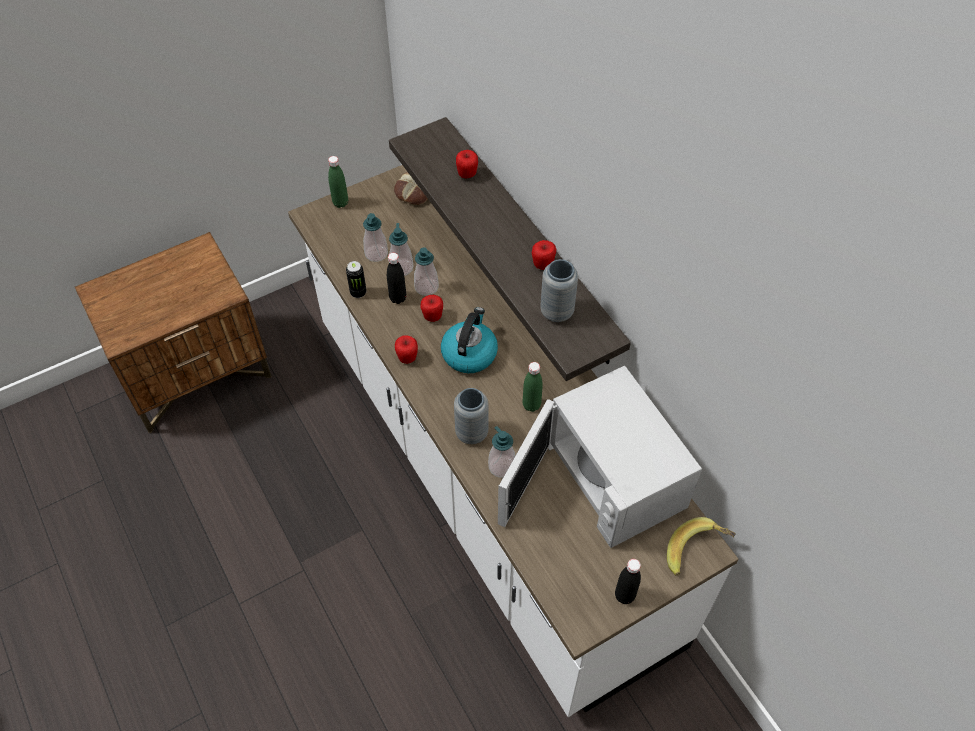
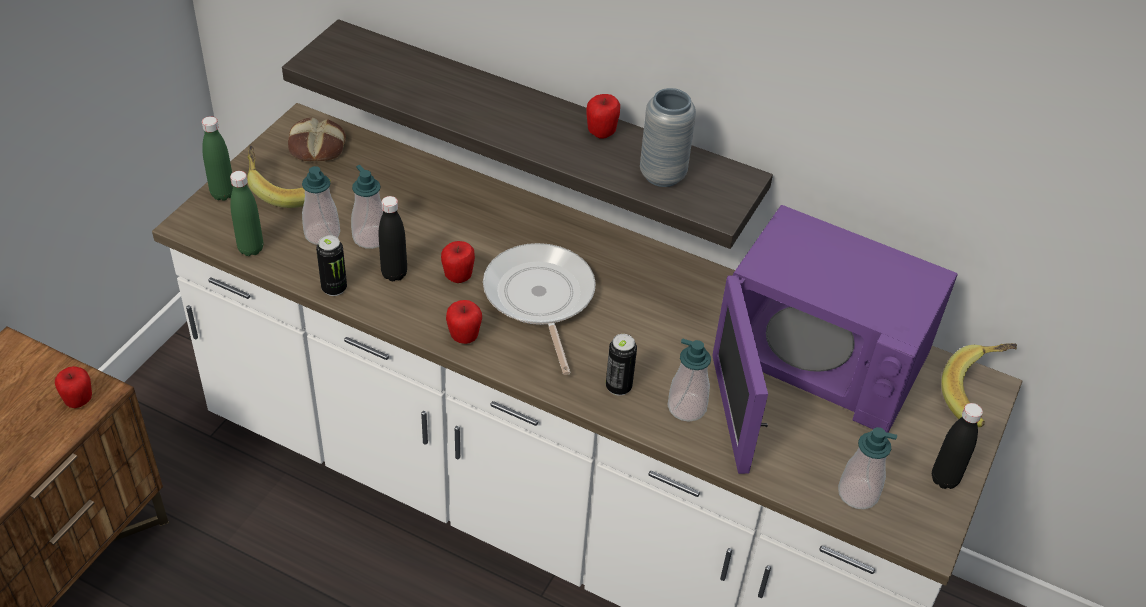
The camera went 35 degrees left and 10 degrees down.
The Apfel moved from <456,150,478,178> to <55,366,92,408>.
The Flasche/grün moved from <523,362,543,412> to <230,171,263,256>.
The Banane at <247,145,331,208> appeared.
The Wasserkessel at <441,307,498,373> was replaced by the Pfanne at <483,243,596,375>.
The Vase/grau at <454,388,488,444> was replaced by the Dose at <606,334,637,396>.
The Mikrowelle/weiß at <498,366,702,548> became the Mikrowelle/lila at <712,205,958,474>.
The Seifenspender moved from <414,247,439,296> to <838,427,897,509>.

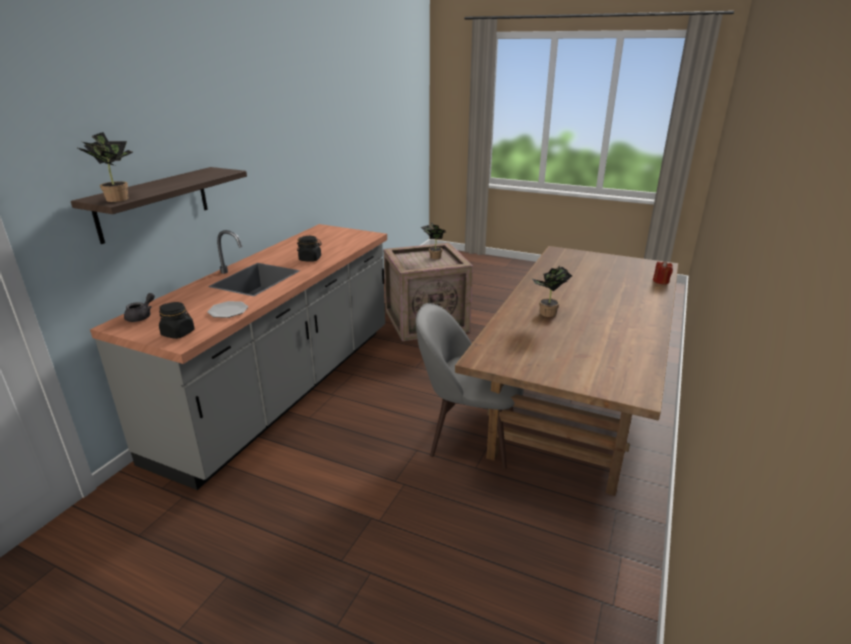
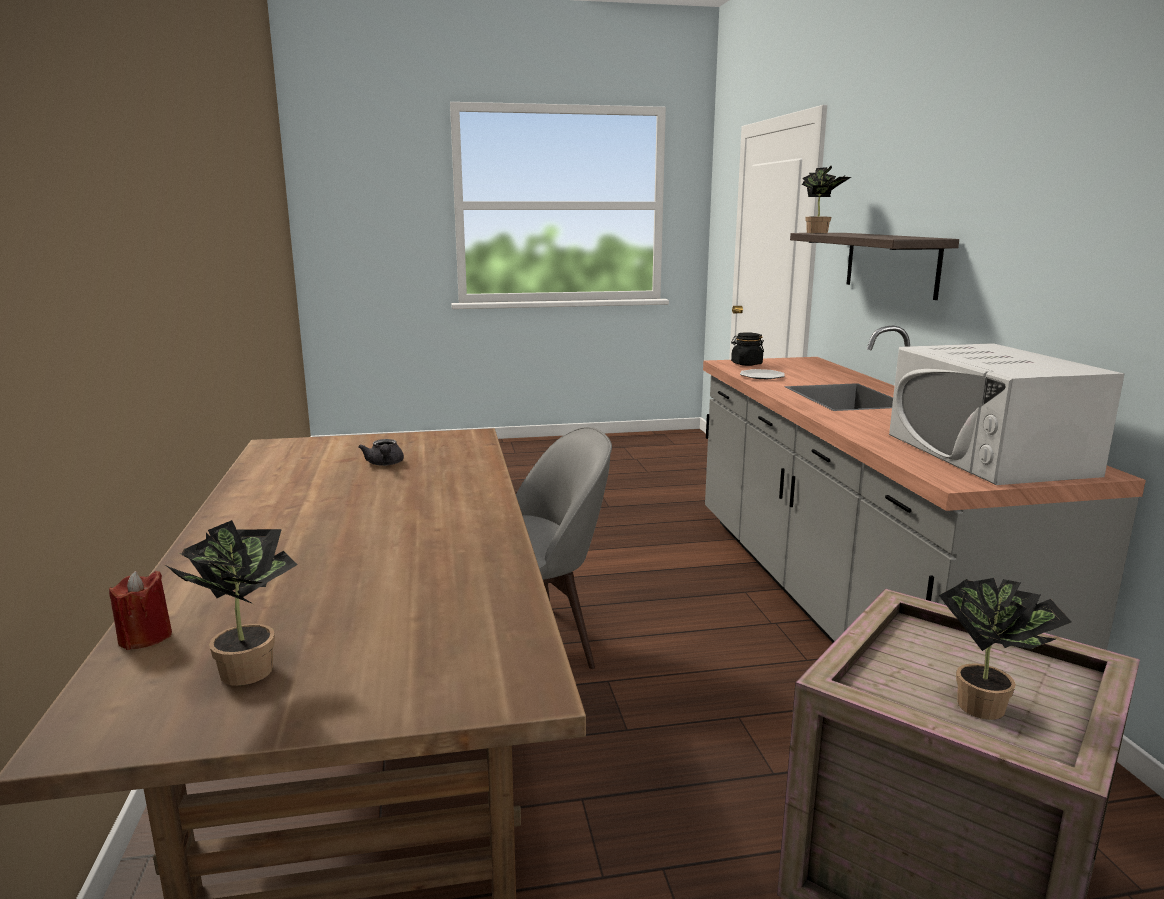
The camera went 145 degrees right and 10 degrees down.
The Topfpflanze moved from <532,266,572,317> to <165,520,298,686>.
The Teekanne/grau moved from <124,293,155,322> to <359,439,404,466>.
The Mikrowelle/weiß at <889,343,1124,485> appeared.
The Vorratsglas/schwarz at <297,236,322,262> disappeared.

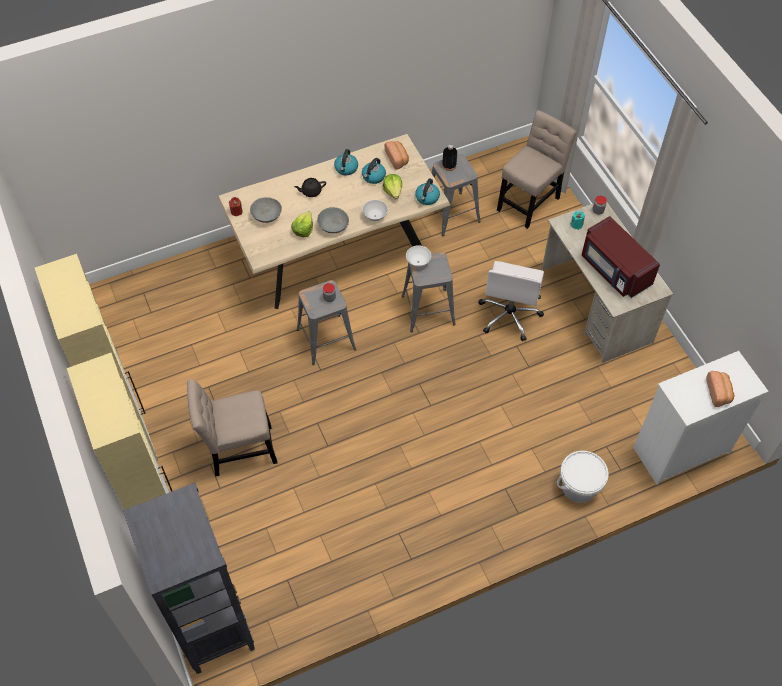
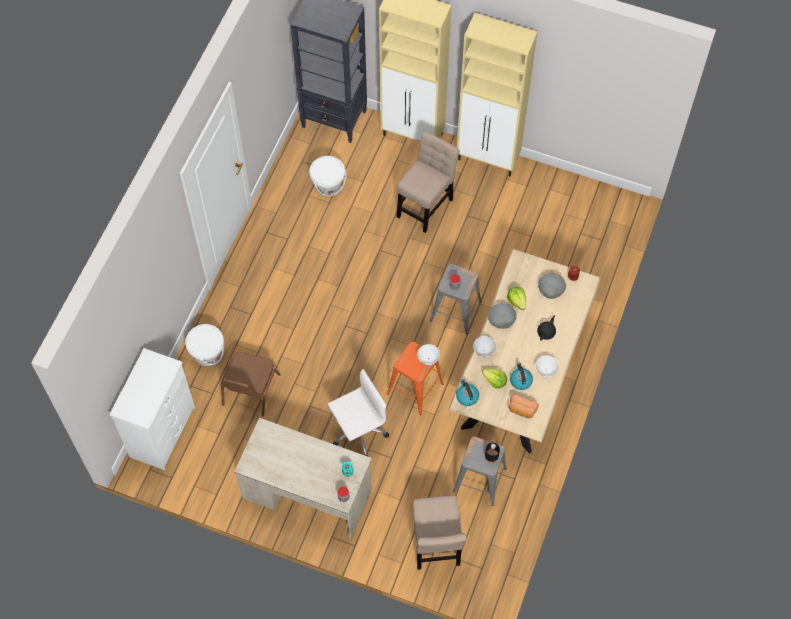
The camera went 135 degrees right and 5 degrees up.
The Stuhl/braun at <221,352,281,417> appeared.
The Eimer/weiß at <309,156,346,196> appeared.
The Bürostuhl/weiß at <478,261,544,341> turned 90 degrees clockwise.
The Hocker/grau at <402,252,456,332> became the Hocker/orange at <387,342,444,415>.
The Wasserkessel at <334,149,358,175> was replaced by the Schüssel/weiß at <536,356,559,377>.
The Mikrowelle/rot at <582,216,660,298> disappeared.
The Brot at <706,371,734,407> disappeared.

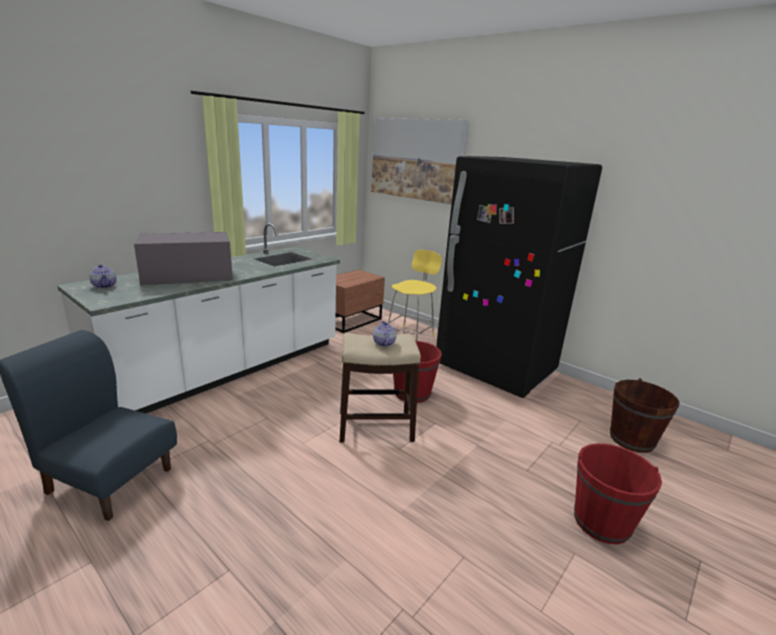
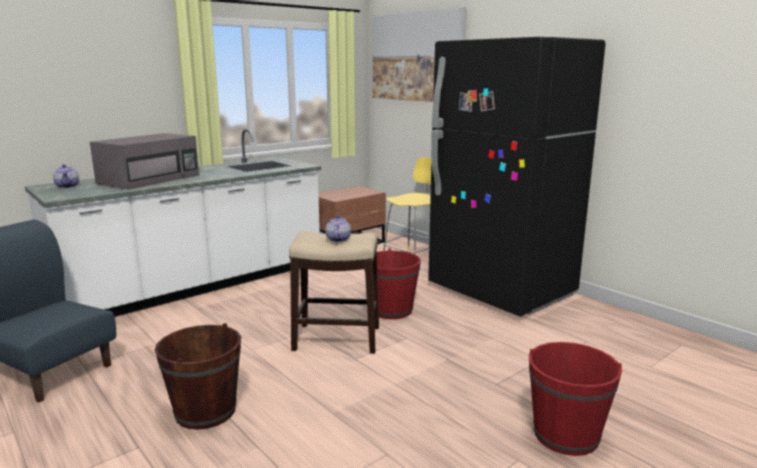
The camera went 10 degrees right and 5 degrees down.
The Mikrowelle/grau at <134,232,233,285> turned 135 degrees clockwise.
The Eimer/braun moved from <610,378,680,453> to <154,323,241,430>.

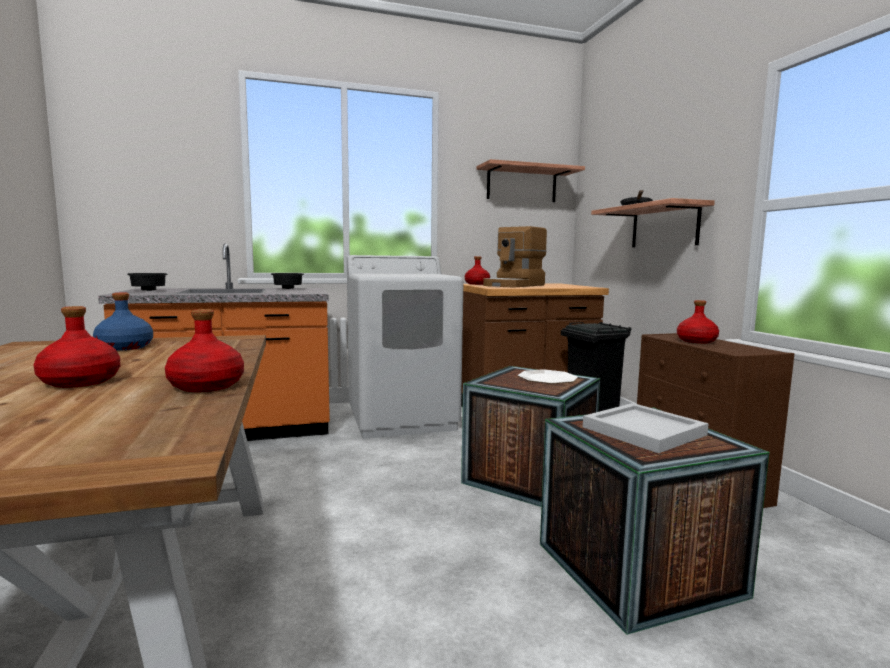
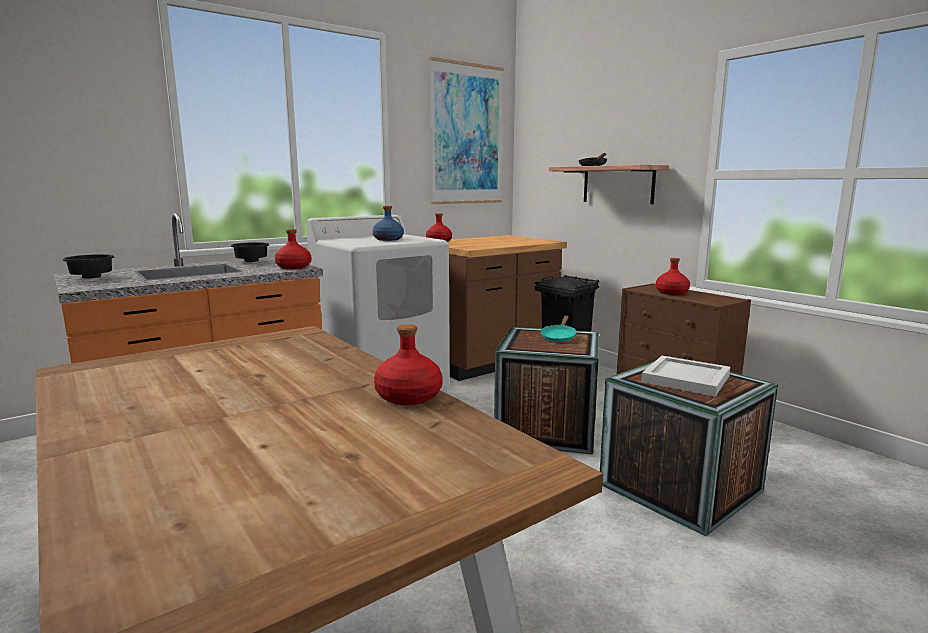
The camera went 20 degrees left and 5 degrees up.
The Flasche/rot moved from <33,306,120,388> to <275,229,311,269>.
The Flasche/blau moved from <93,293,153,351> to <373,206,404,241>.
The Wandregal at <477,159,585,202> was replaced by the Bild at <429,57,504,204>.
The Teller at <518,369,578,384> was replaced by the Pfanne/türkis at <541,316,577,342>.
The Kaffeemaschine at <483,226,547,287> disappeared.

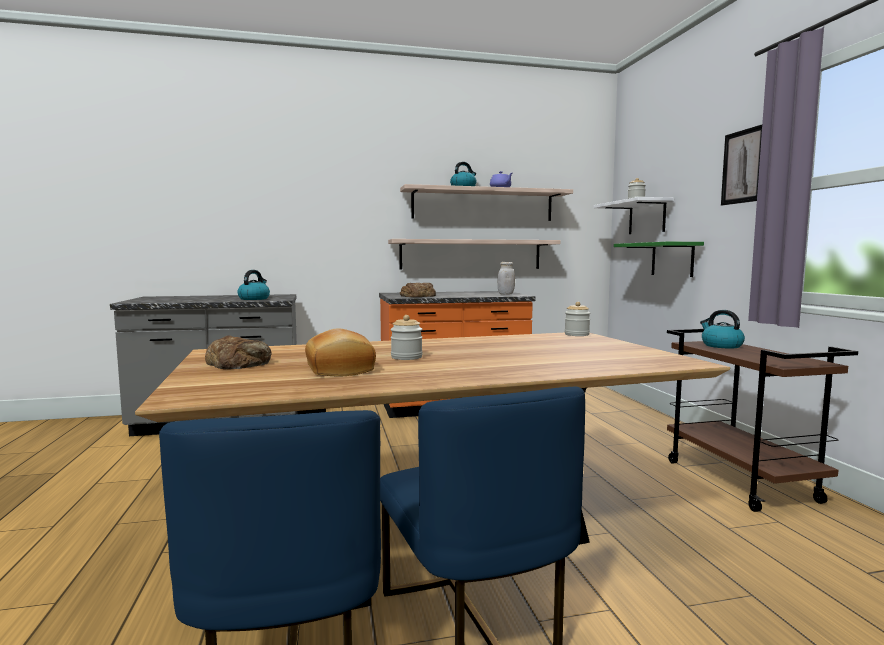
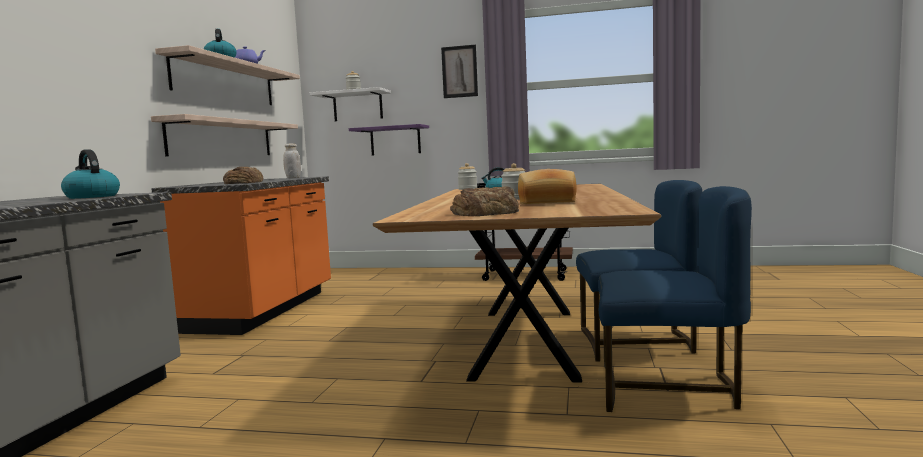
The camera went 65 degrees left and 0 degrees up.
The Wandregal/grün at <614,242,704,277> became the Wandregal/lila at <349,124,429,155>.

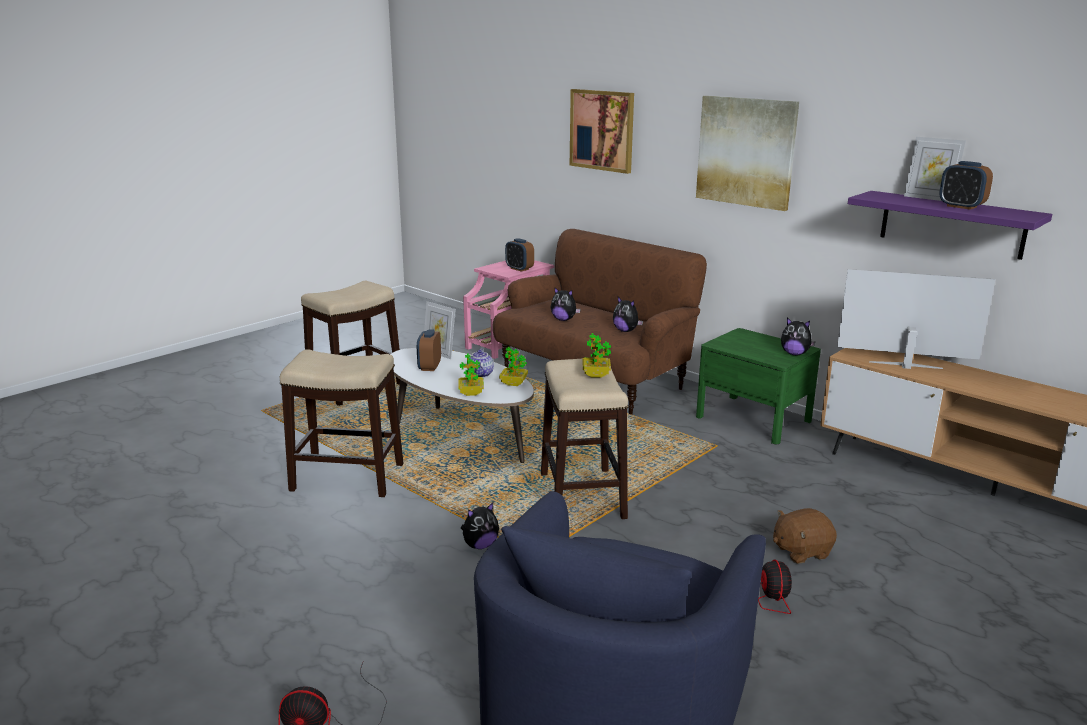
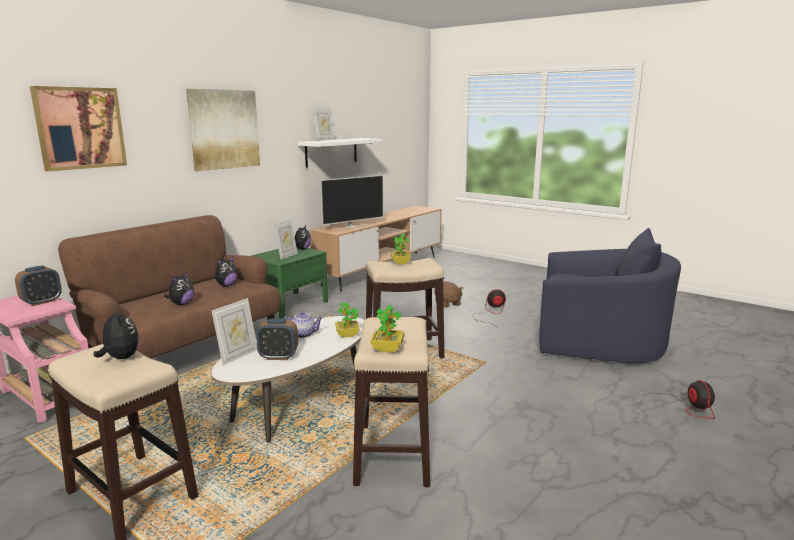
The camera went 95 degrees left and 5 degrees down.
The Plüschtier moved from <461,503,499,549> to <94,307,139,359>.
The Bilderrahmen at <274,220,298,260> appeared.
The Wandregal/lila at <848,191,1052,260> became the Wandregal/weiß at <298,138,382,168>.
The Fernseher at <837,269,996,369> turned 135 degrees counterclockwise.
The Topfpflanze moved from <499,347,528,386> to <371,305,404,353>.
The Wecker at <939,161,993,210> disappeared.

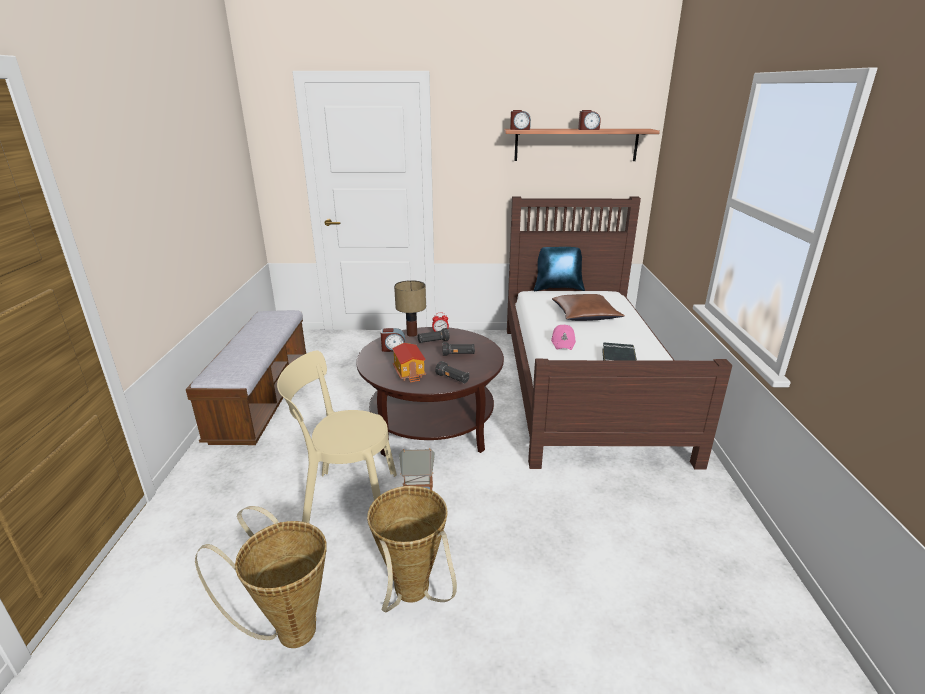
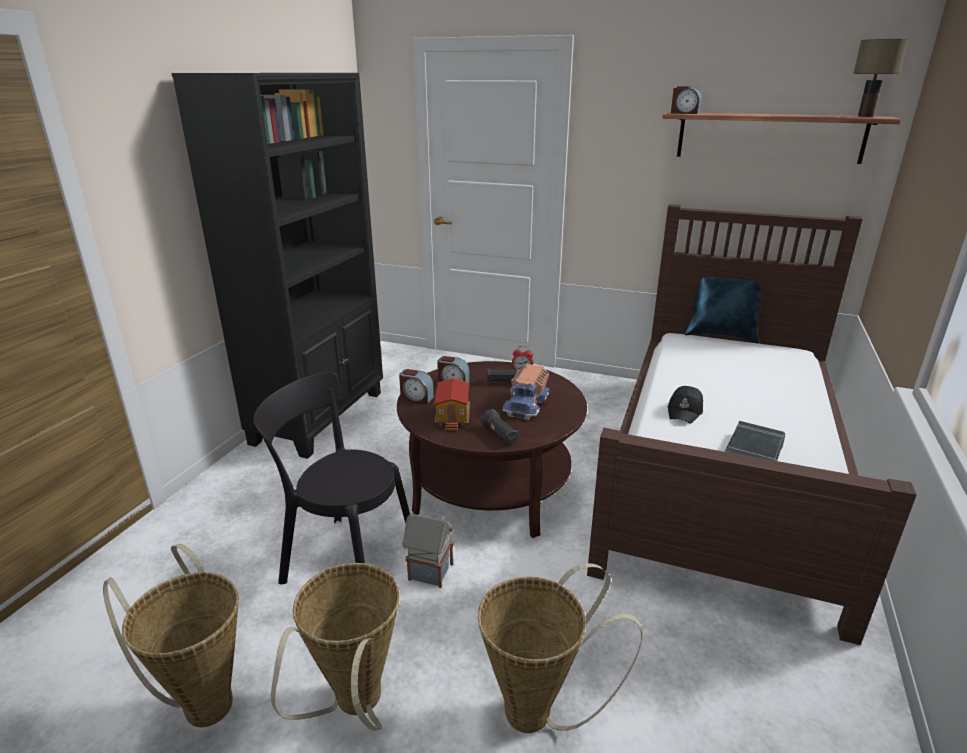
The camera went 20 degrees right and 0 degrees up.
The Bank at <186,310,307,445> was replaced by the Bücherregal/schwarz at <172,73,383,459>.
The Stuhl/beige at <277,351,397,523> became the Stuhl/schwarz at <253,371,410,584>.
The Wecker moved from <578,110,601,130> to <399,369,434,404>.
The Korb at <478,563,643,733> appeared.
The Taschenlampe/schwarz at <443,342,475,356> was replaced by the Spielzeuglaster at <502,364,550,420>.
The Kappe/rosa at <551,324,576,350> became the Kappe/schwarz at <668,386,703,424>.
The Tischlampe moved from <394,280,426,337> to <853,39,908,117>.
The Kissen/braun at <552,294,625,321> disappeared.

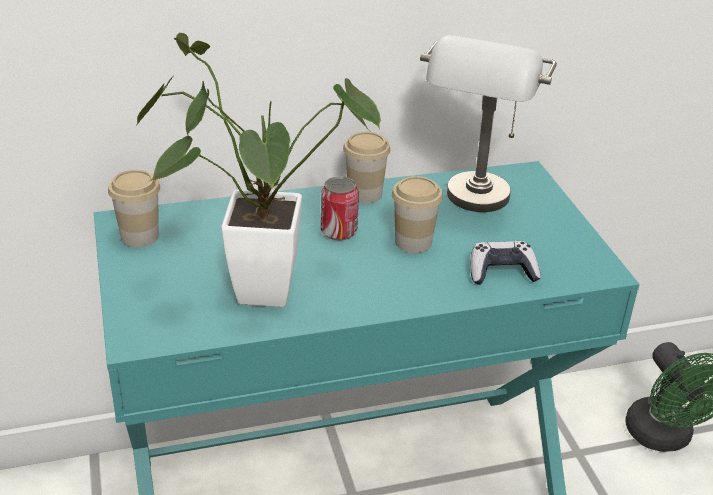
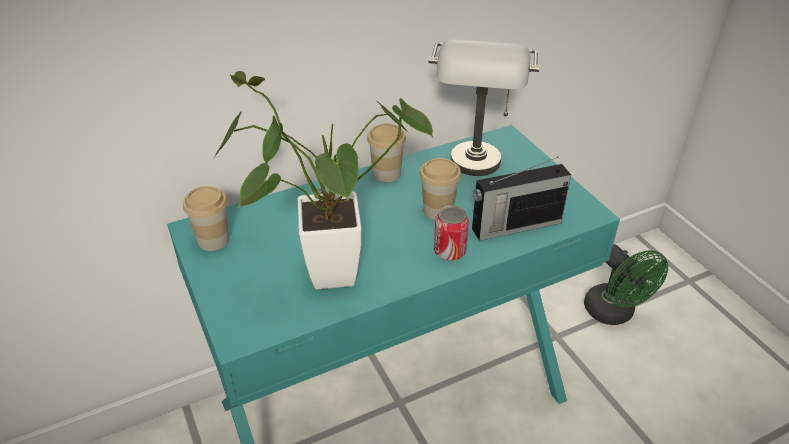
The camera went 10 degrees left and 5 degrees up.
The Dose moved from <321,176,359,240> to <434,205,469,261>.
The Gamepad at <471,241,541,285> was replaced by the Radio at <472,157,571,241>.

